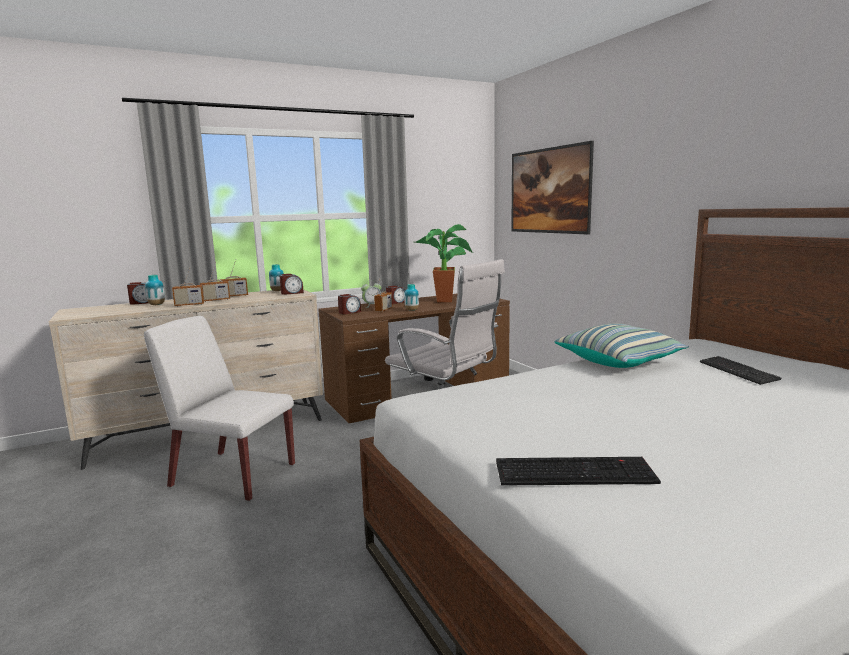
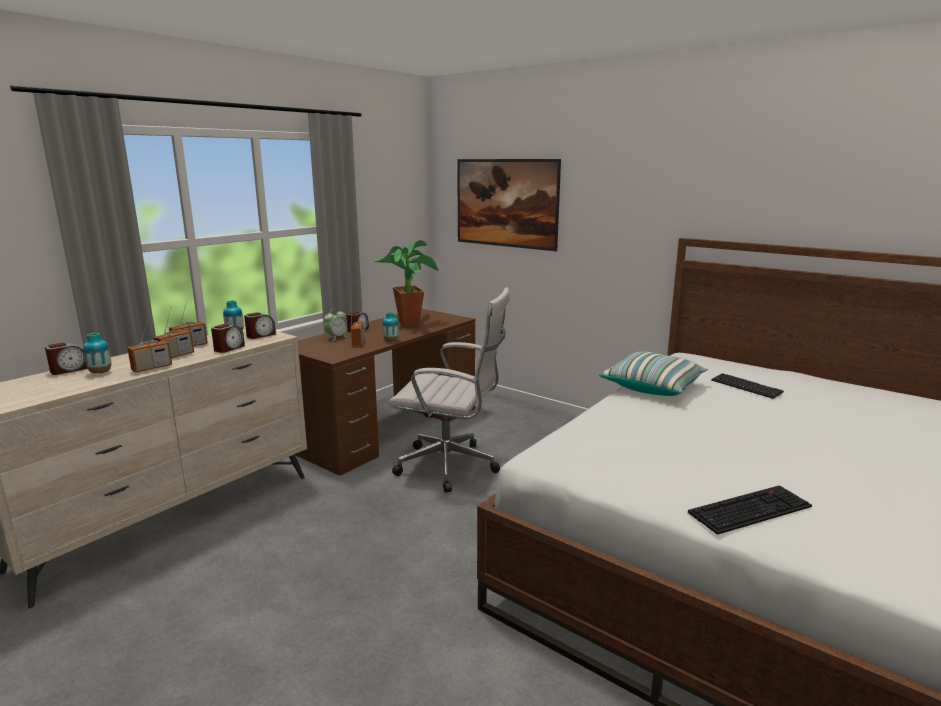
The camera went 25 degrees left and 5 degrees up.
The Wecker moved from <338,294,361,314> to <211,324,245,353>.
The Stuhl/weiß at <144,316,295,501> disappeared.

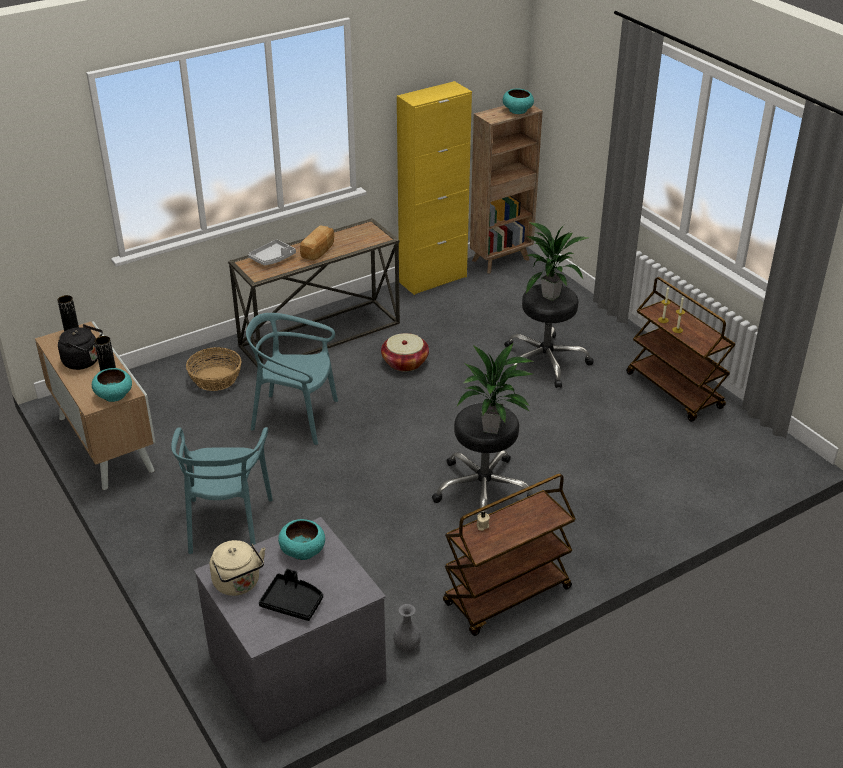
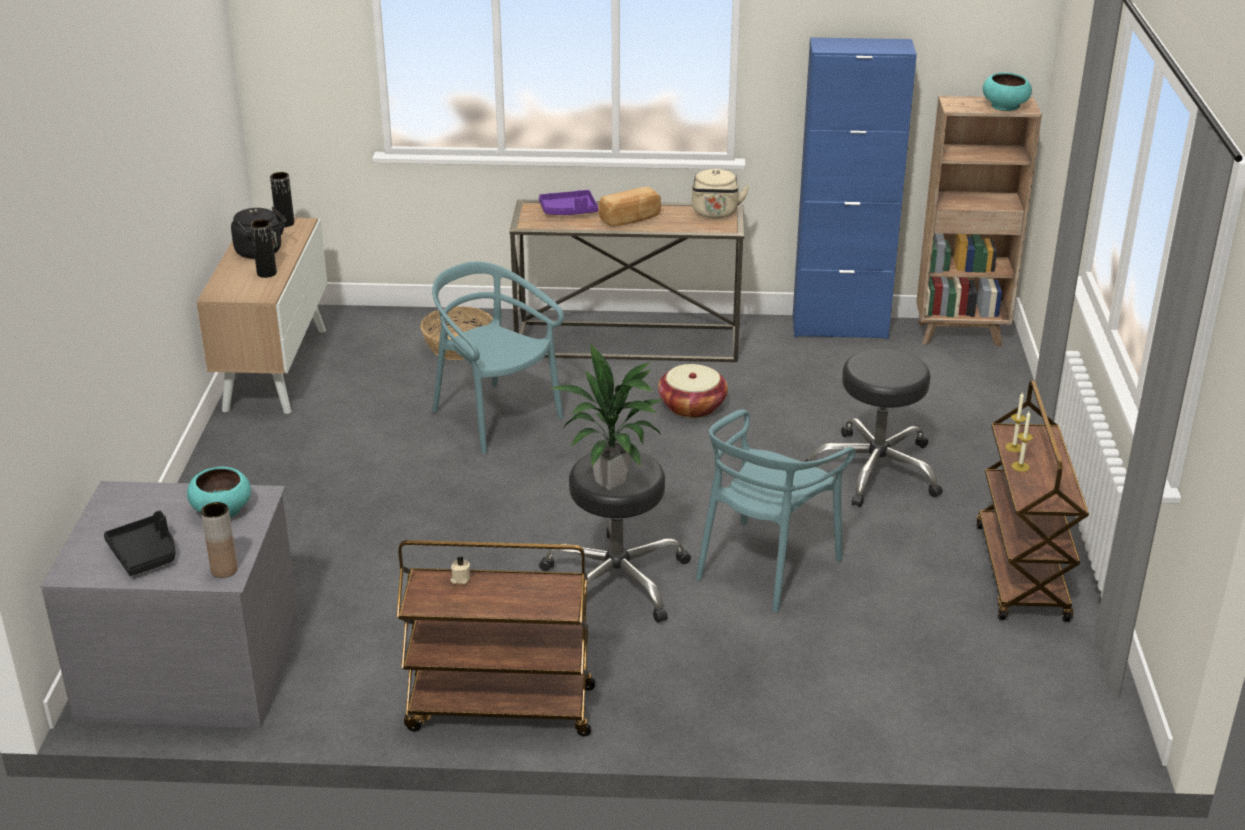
The camera went 35 degrees right and 5 degrees down.
The Vase/braun at <201,502,238,578> appeared.
The Tablett/grau at <248,239,296,265> became the Tablett/lila at <539,190,598,215>.
The Wasserkessel/beige moved from <210,540,265,596> to <692,169,749,219>.
The Stuhl/türkis moved from <171,427,273,554> to <696,409,856,612>.
The Schrank/gelb at <397,81,472,295> became the Schrank/blau at <793,37,917,339>.
The Schüssel/türkis at <92,368,132,402> disappeared.
The Vase/grau at <394,604,421,653> disappeared.
The Topfpflanze at <526,222,590,301> disappeared.

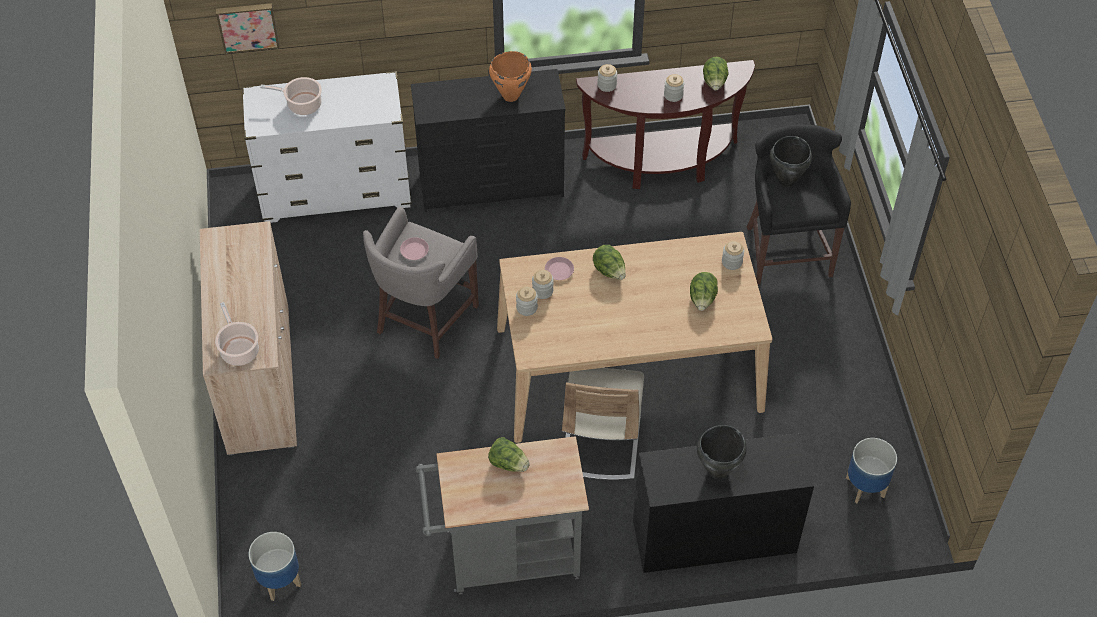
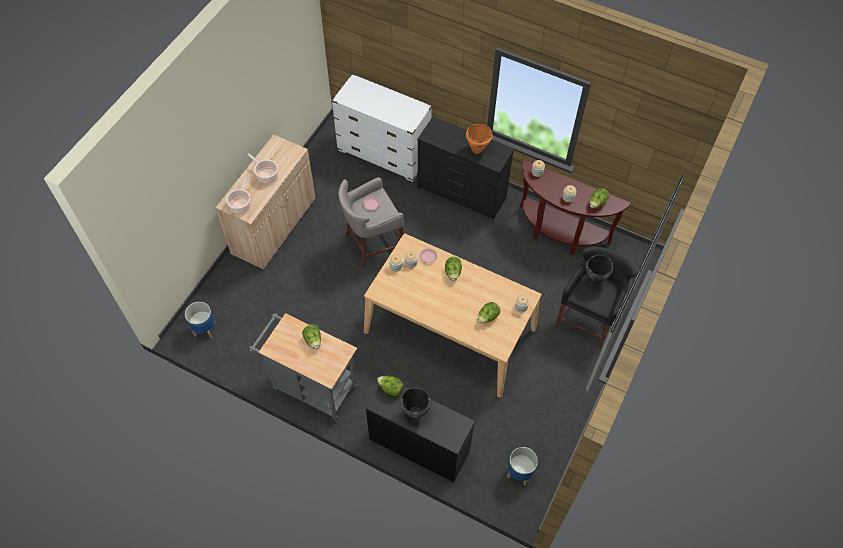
The camera went 35 degrees right and 5 degrees up.
The Kochtopf moved from <260,77,322,115> to <247,153,278,184>.
The Salatkopf at <377,376,403,397> appeared.
The Bild at <216,3,279,54> disappeared.
The Stuhl/beige at <562,368,644,480> disappeared.

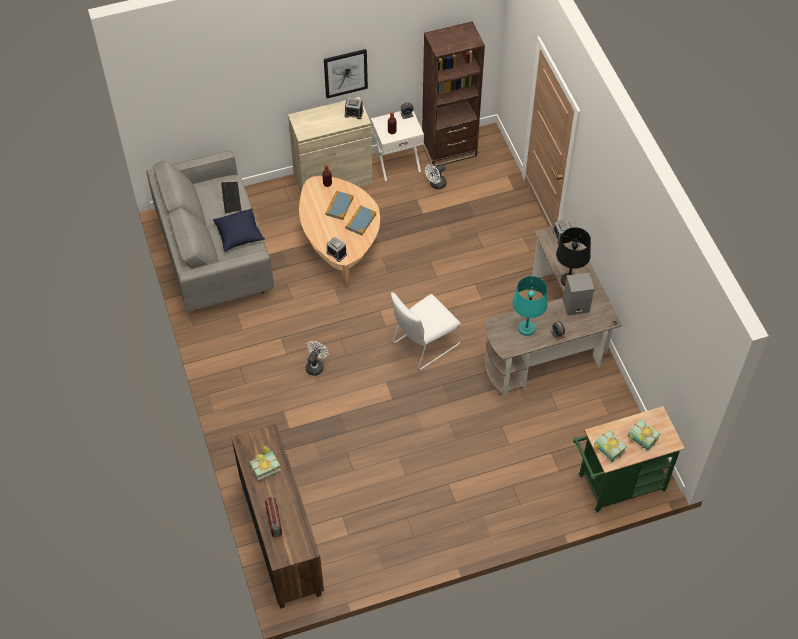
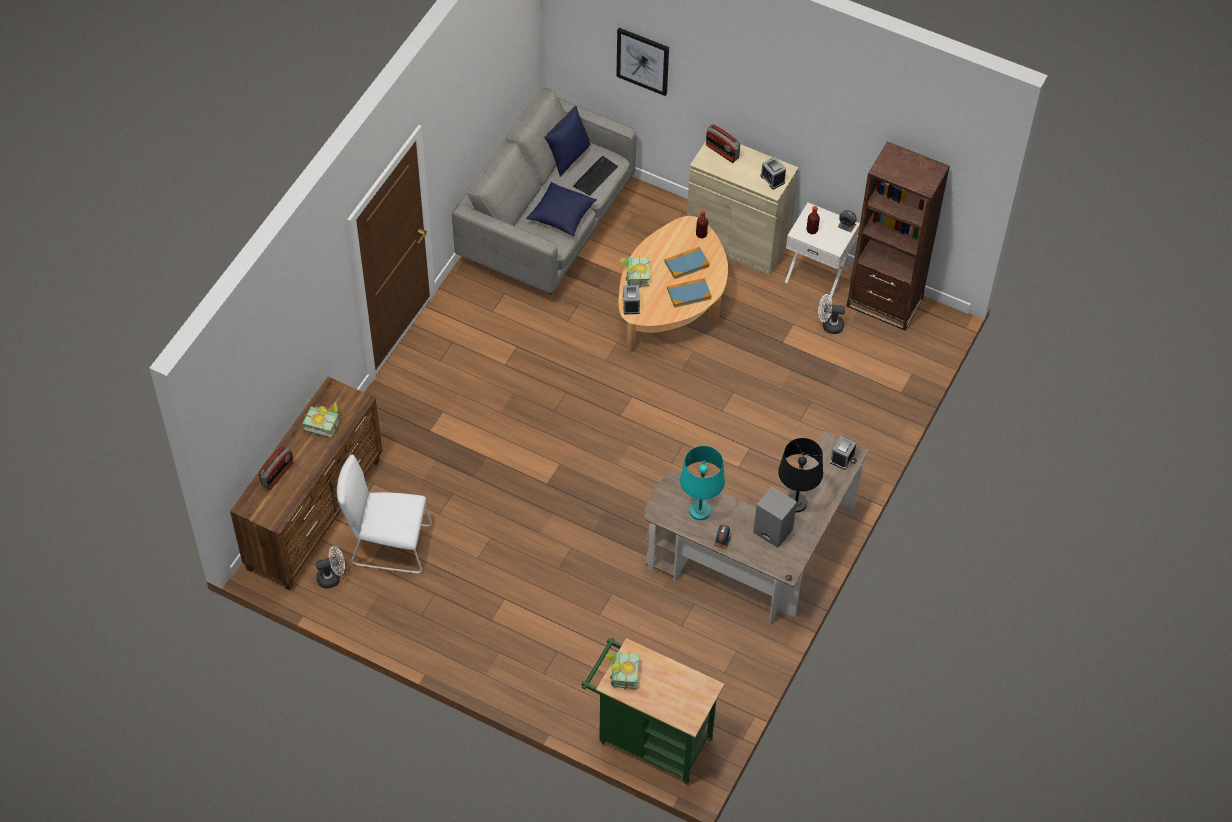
The camera went 45 degrees right and 0 degrees up.
The Ventilator/weiß moved from <306,341,328,376> to <315,546,345,588>.
The Stuhl/weiß moved from <391,292,461,370> to <337,454,432,574>.
The Kissen/blau at <544,106,590,177> appeared.
The Bild moved from <324,49,368,98> to <616,28,669,96>.
The Buch moved from <628,419,661,450> to <619,256,650,288>.
The Radio at <706,124,740,163> appeared.

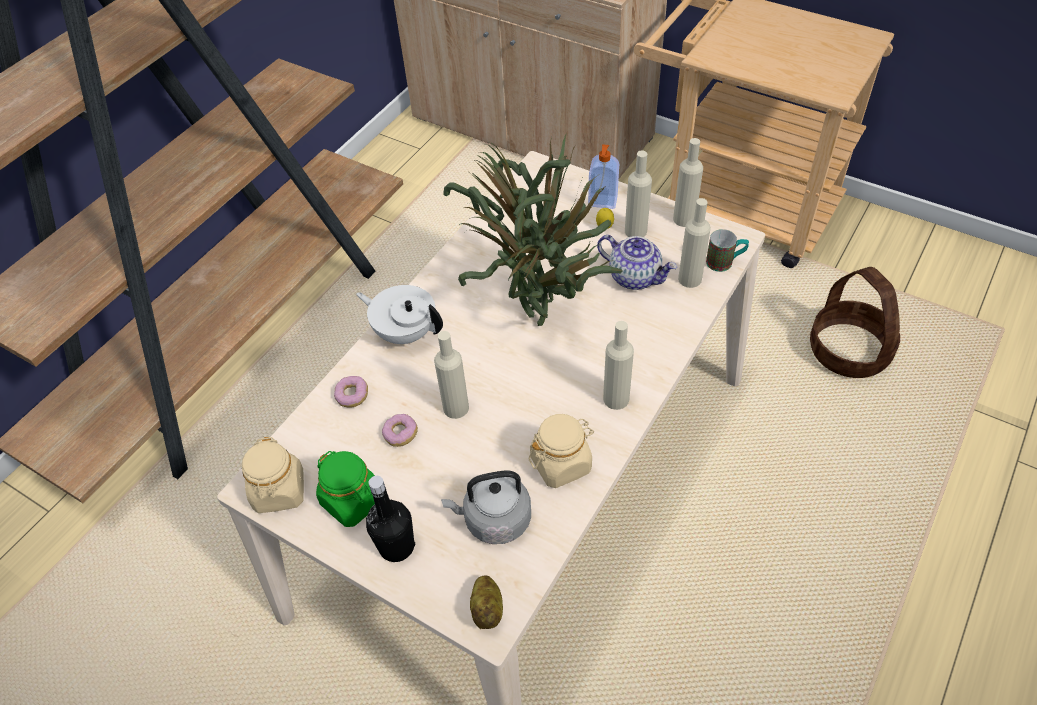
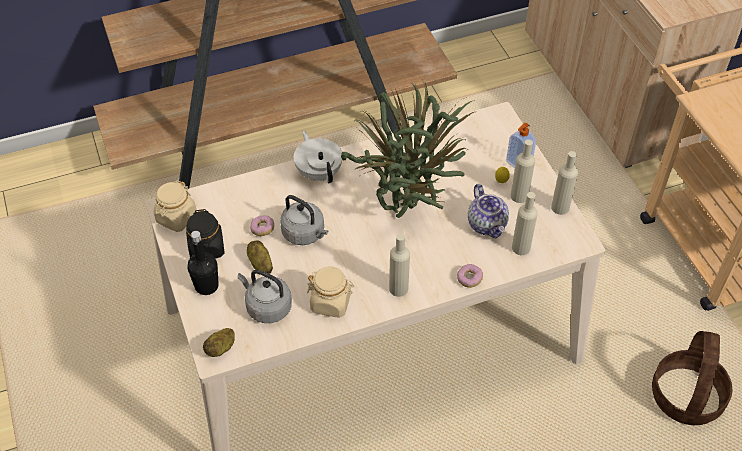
The camera went 35 degrees right and 0 degrees up.
The Vorratsglas/grün at <316,451,375,527> became the Vorratsglas/schwarz at <186,209,225,258>.
The Kartoffel at <247,241,273,274> appeared.
The Flasche/beige at <434,331,469,419> was replaced by the Wasserkessel/grau at <280,195,328,245>.
The Donut moved from <334,376,368,408> to <457,264,483,288>.
The Henkelbecher at <706,229,749,272> disappeared.

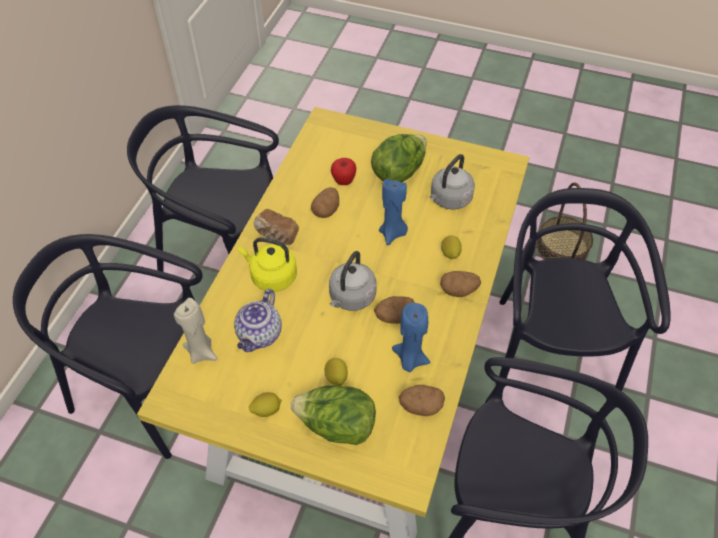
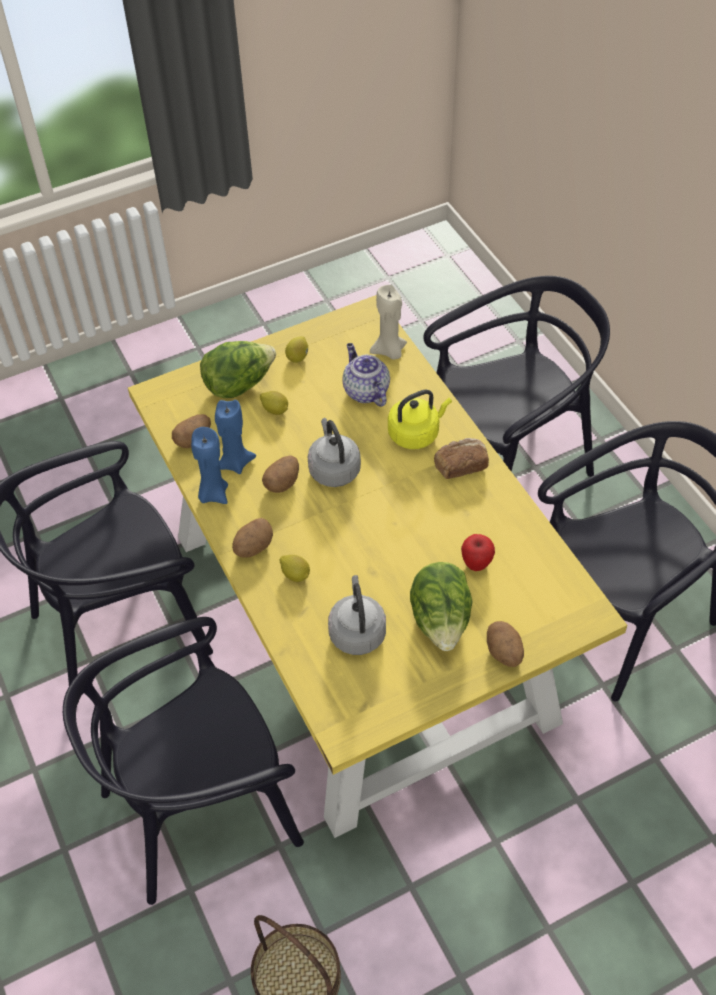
The camera went 135 degrees right and 0 degrees up.
The Stuhl/schwarz at <499,188,671,391> turned 105 degrees clockwise.
The Kerze/blau moved from <379,179,408,245> to <191,427,228,504>.
The Kartoffel moved from <311,187,339,218> to <487,621,524,667>.

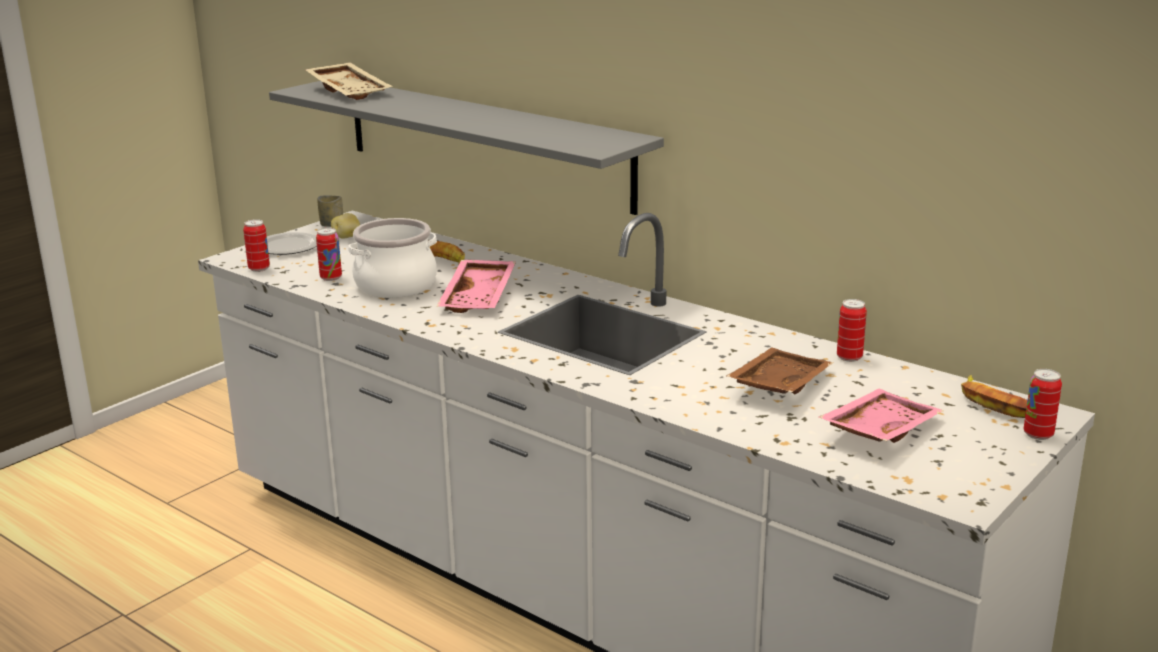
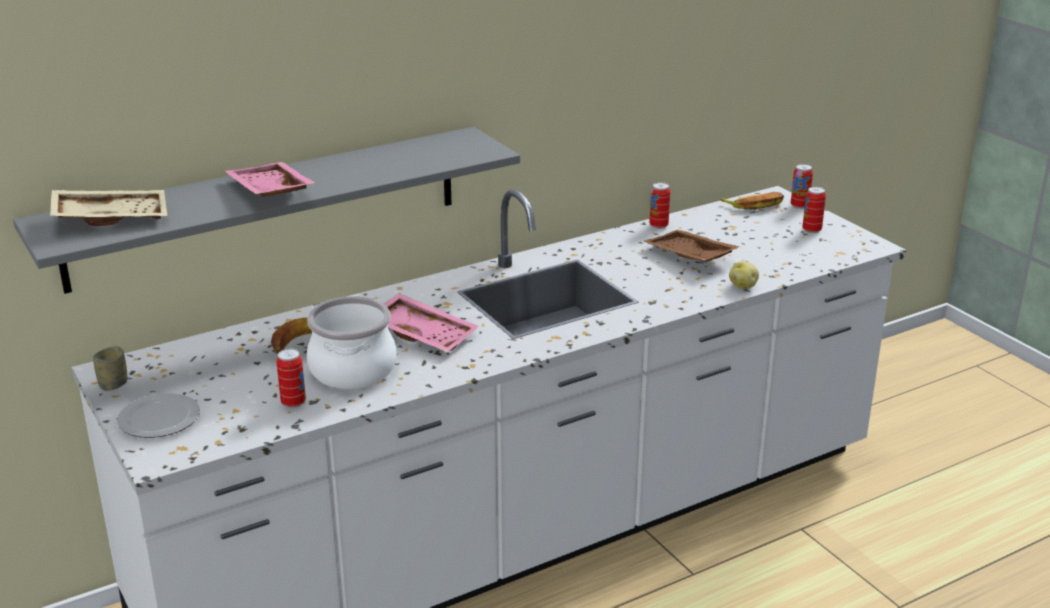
The camera went 70 degrees left and 5 degrees up.
The Tablett/rosa moved from <819,389,944,443> to <225,162,316,197>.
The Kartoffel moved from <331,213,360,239> to <729,261,759,289>.
The Dose moved from <243,219,270,272> to <802,186,826,233>.

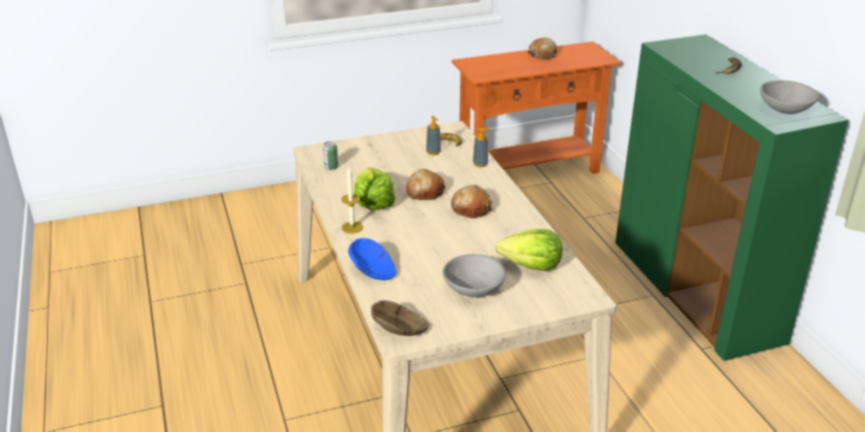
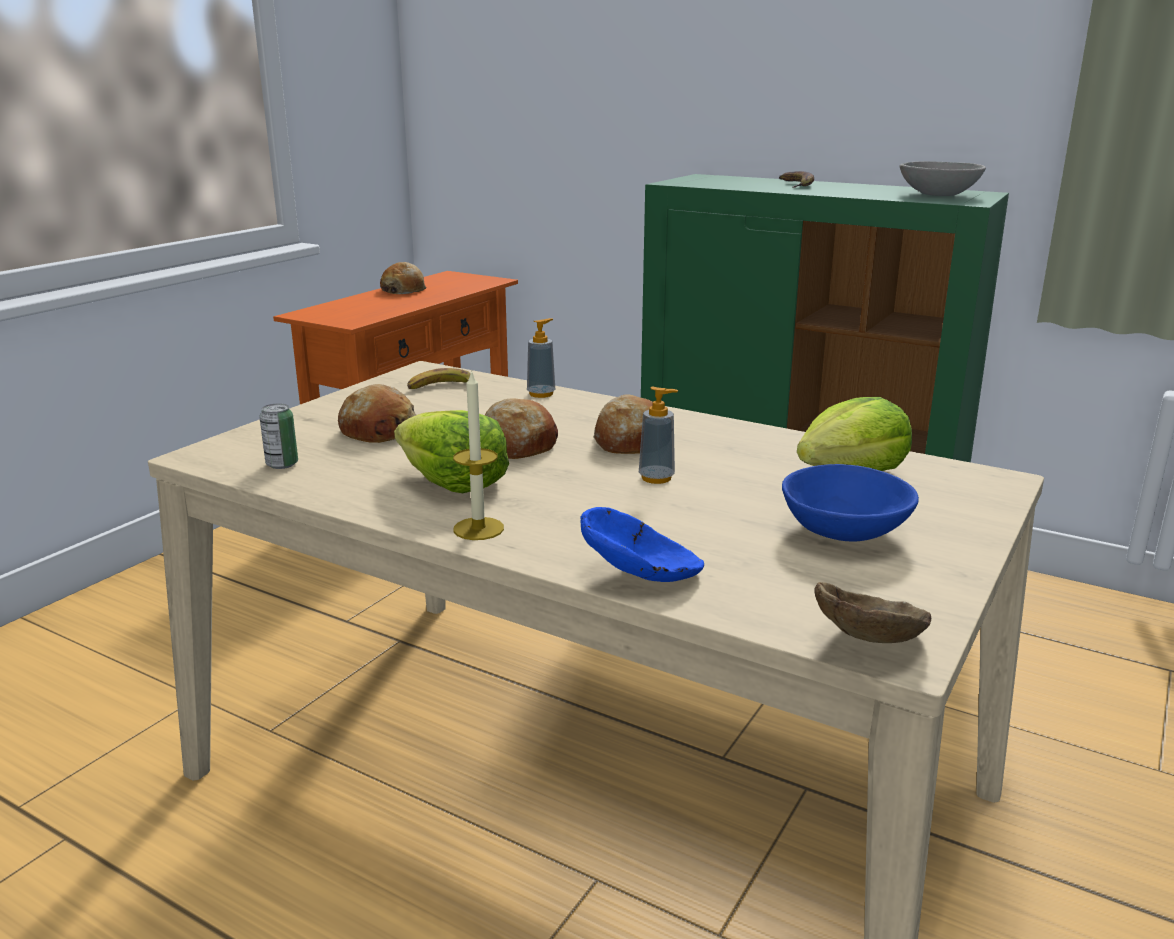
The camera went 40 degrees left and 10 degrees down.
The Brot at <338,384,416,443> appeared.
The Seifenspender moved from <426,116,441,155> to <639,387,678,484>.
The Schüssel/grau at <442,254,506,297> became the Schüssel/blau at <782,464,919,542>.

